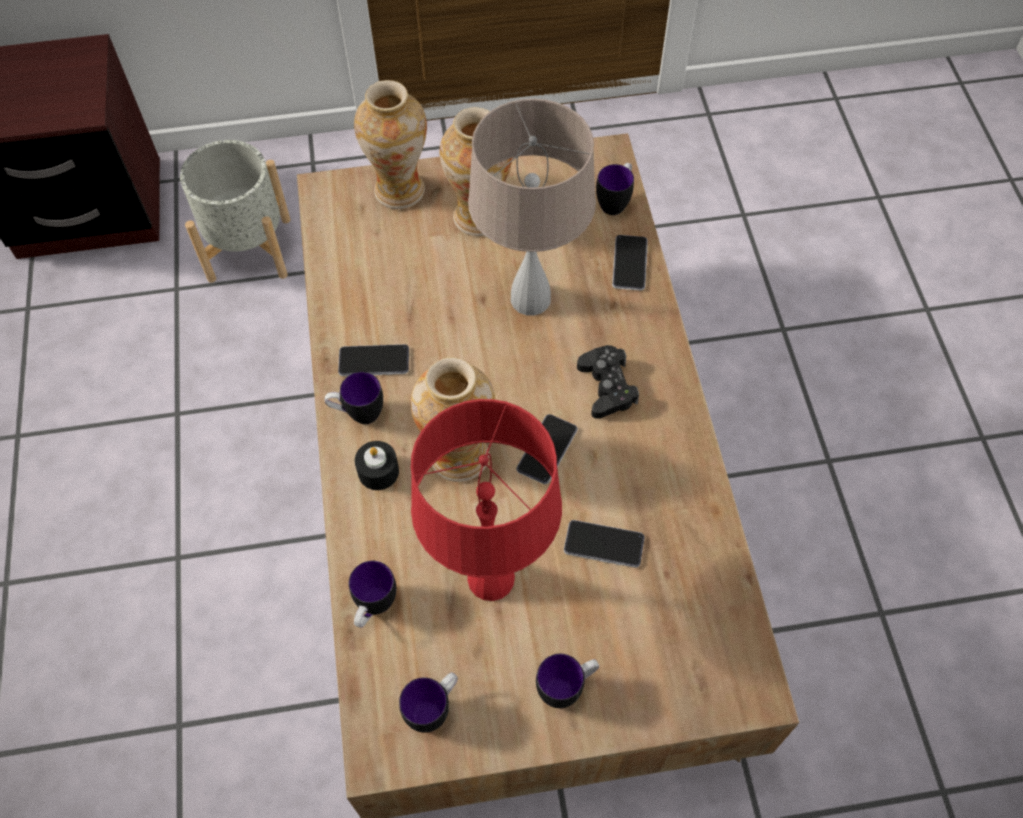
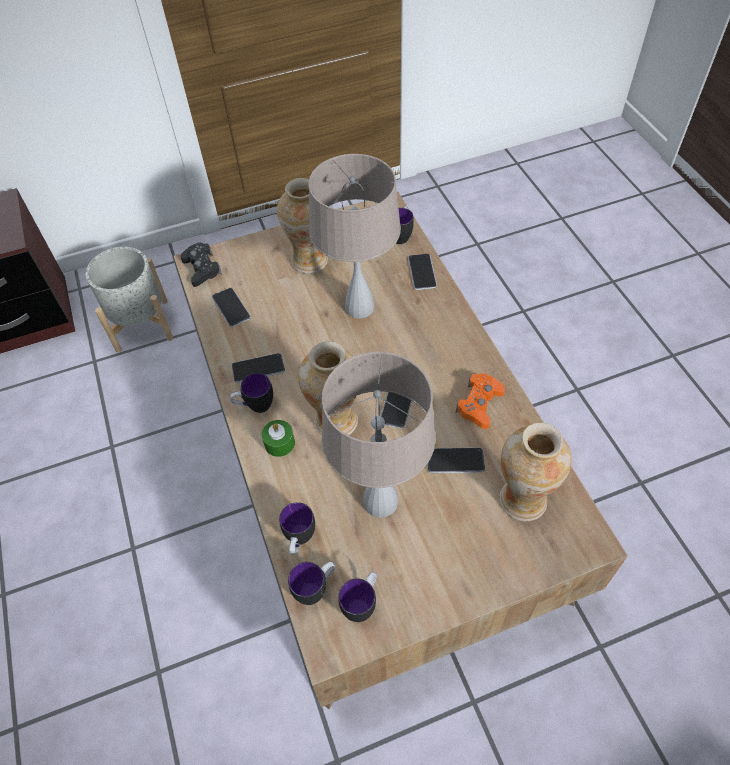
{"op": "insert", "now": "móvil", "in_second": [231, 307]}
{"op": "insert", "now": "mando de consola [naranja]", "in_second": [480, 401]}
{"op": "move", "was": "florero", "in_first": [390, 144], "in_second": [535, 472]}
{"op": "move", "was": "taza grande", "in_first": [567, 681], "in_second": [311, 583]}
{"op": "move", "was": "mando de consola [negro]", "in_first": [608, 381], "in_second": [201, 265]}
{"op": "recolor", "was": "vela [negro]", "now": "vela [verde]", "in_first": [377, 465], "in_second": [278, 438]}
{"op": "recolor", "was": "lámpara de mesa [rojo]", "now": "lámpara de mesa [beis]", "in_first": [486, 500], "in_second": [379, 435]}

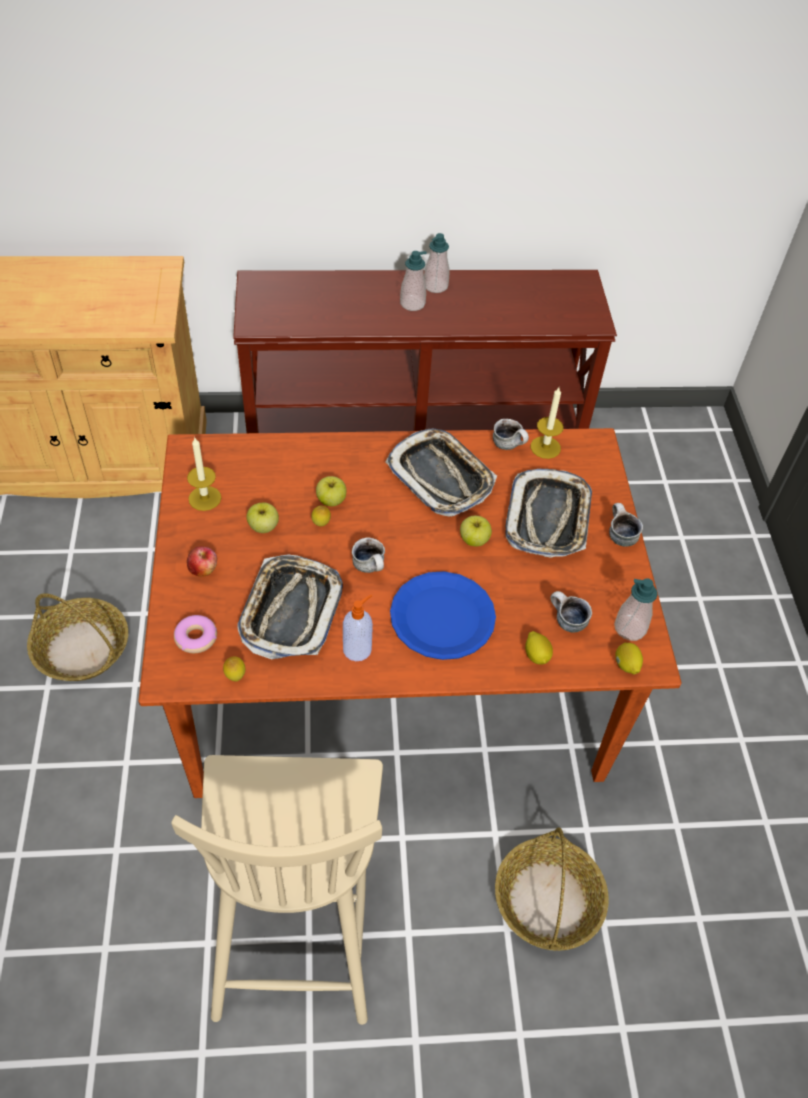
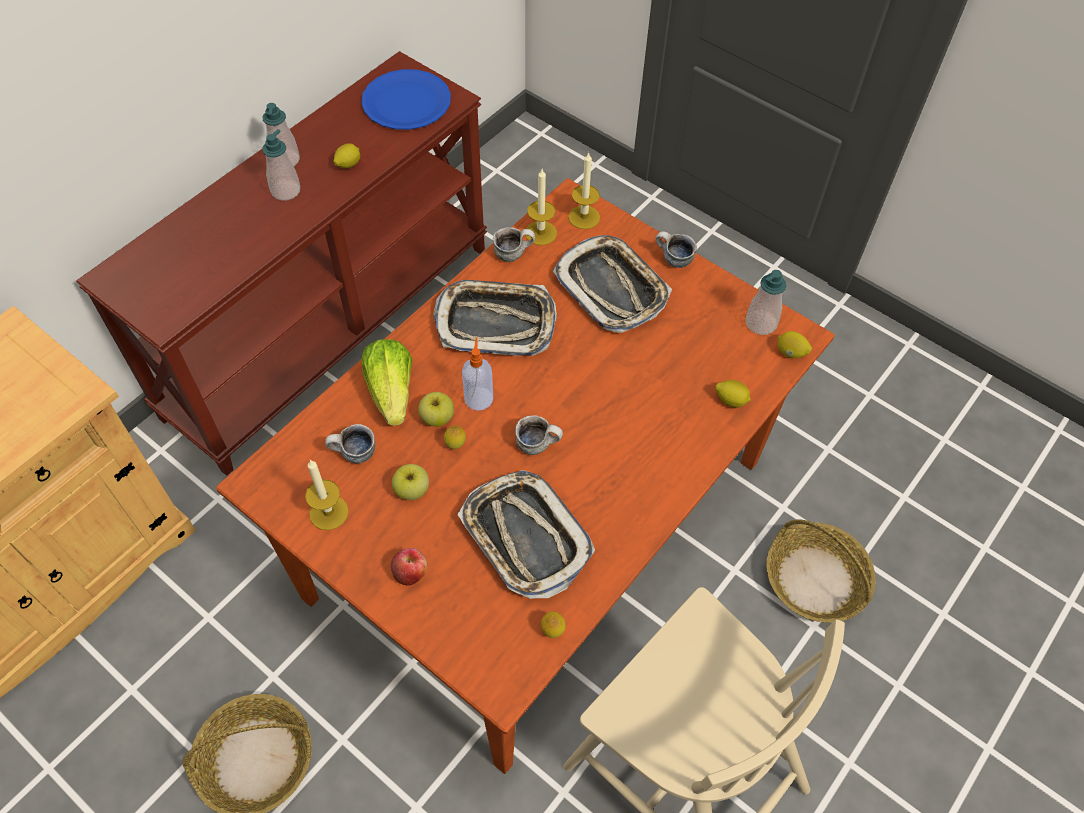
{"op": "delete", "was": "rosquilla", "in_first": [195, 634]}
{"op": "delete", "was": "manzana", "in_first": [476, 531]}
{"op": "insert", "now": "limón", "in_second": [346, 156]}
{"op": "insert", "now": "lechuga", "in_second": [386, 382]}
{"op": "insert", "now": "vela", "in_second": [584, 190]}
{"op": "move", "was": "dispensador de jabón", "in_first": [358, 628], "in_second": [477, 374]}
{"op": "move", "was": "plato [azul]", "in_first": [443, 615], "in_second": [406, 99]}
{"op": "move", "was": "taza grande", "in_first": [571, 612], "in_second": [350, 444]}

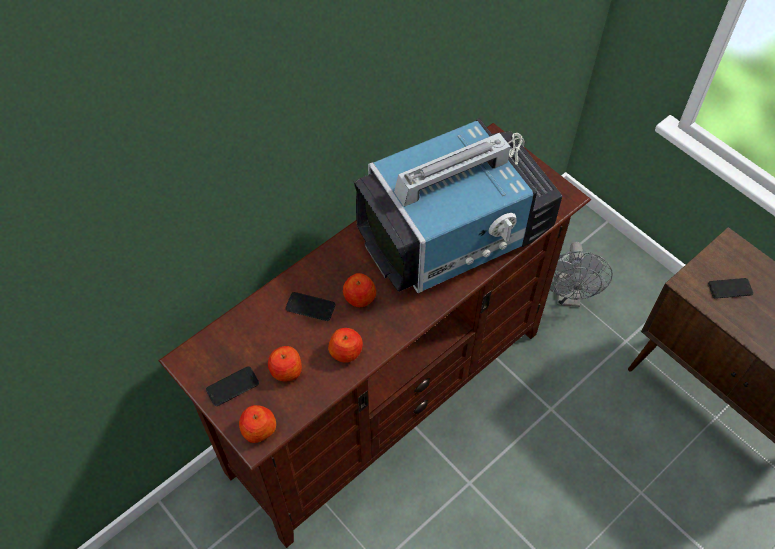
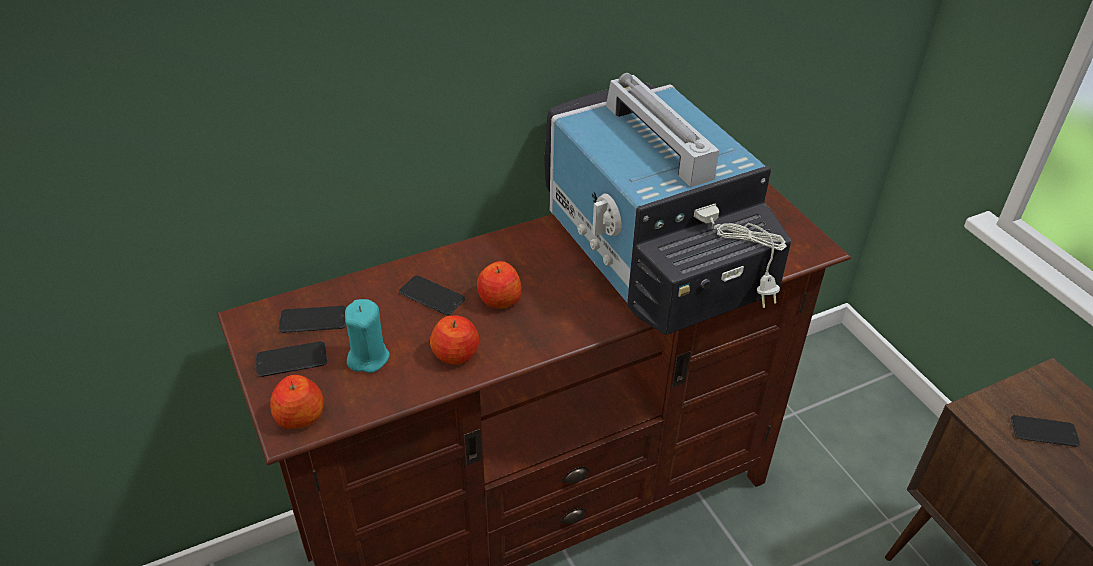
{"op": "delete", "was": "ventilador [gris]", "in_first": [581, 274]}
{"op": "insert", "now": "móvil", "in_second": [312, 319]}
{"op": "replace", "was": "manzana", "now": "vela [turquesa]", "in_first": [285, 363], "in_second": [367, 336]}
{"op": "rotate", "was": "televisor", "in_first": [458, 205], "in_second": [667, 204], "clockwise": 75}

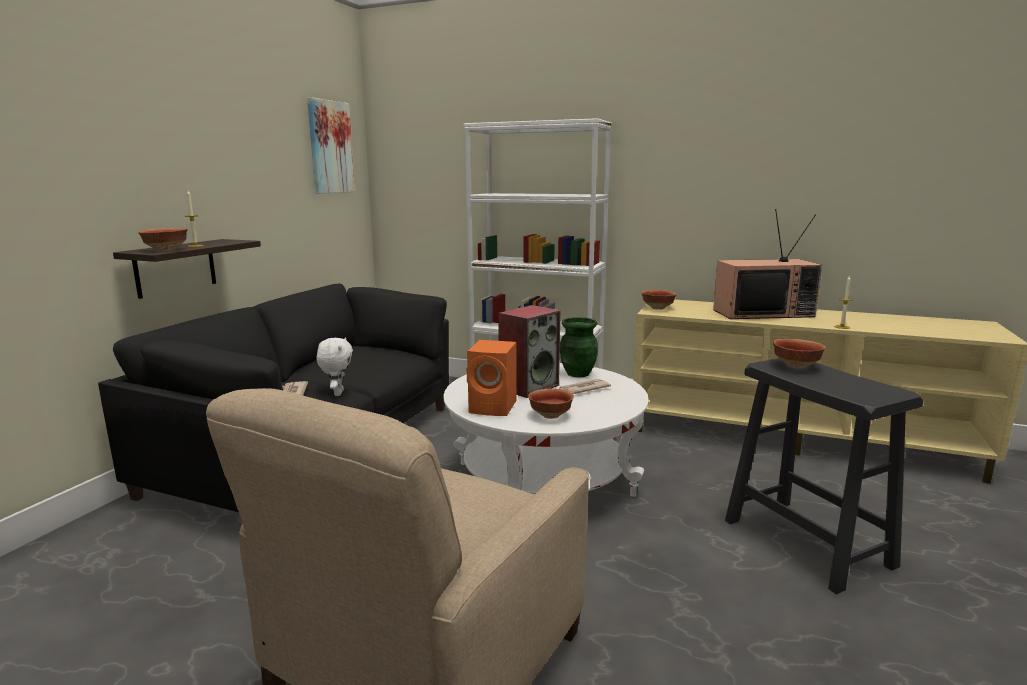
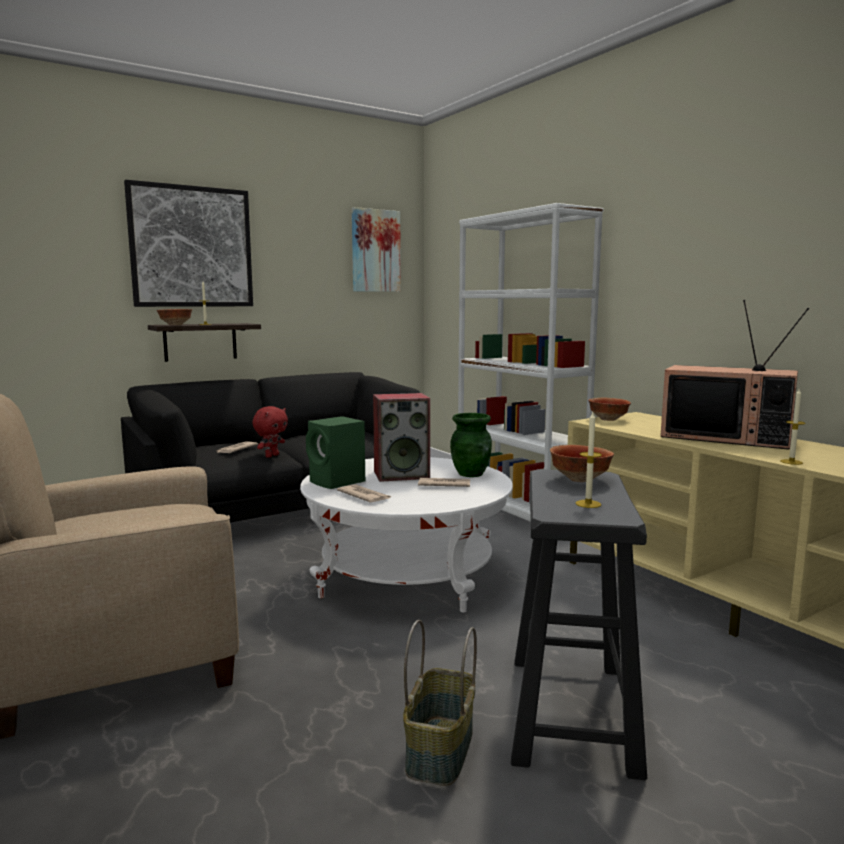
{"op": "insert", "now": "cuadro", "in_second": [188, 243]}
{"op": "insert", "now": "cesta", "in_second": [440, 703]}
{"op": "insert", "now": "vela", "in_second": [588, 460]}
{"op": "replace", "was": "cuenco", "now": "periódico", "in_first": [551, 403], "in_second": [364, 493]}
{"op": "recolor", "was": "peluche [blanco]", "now": "peluche [rojo]", "in_first": [334, 366], "in_second": [270, 432]}
{"op": "recolor", "was": "altavoz [naranja]", "now": "altavoz [verde]", "in_first": [492, 378], "in_second": [335, 452]}

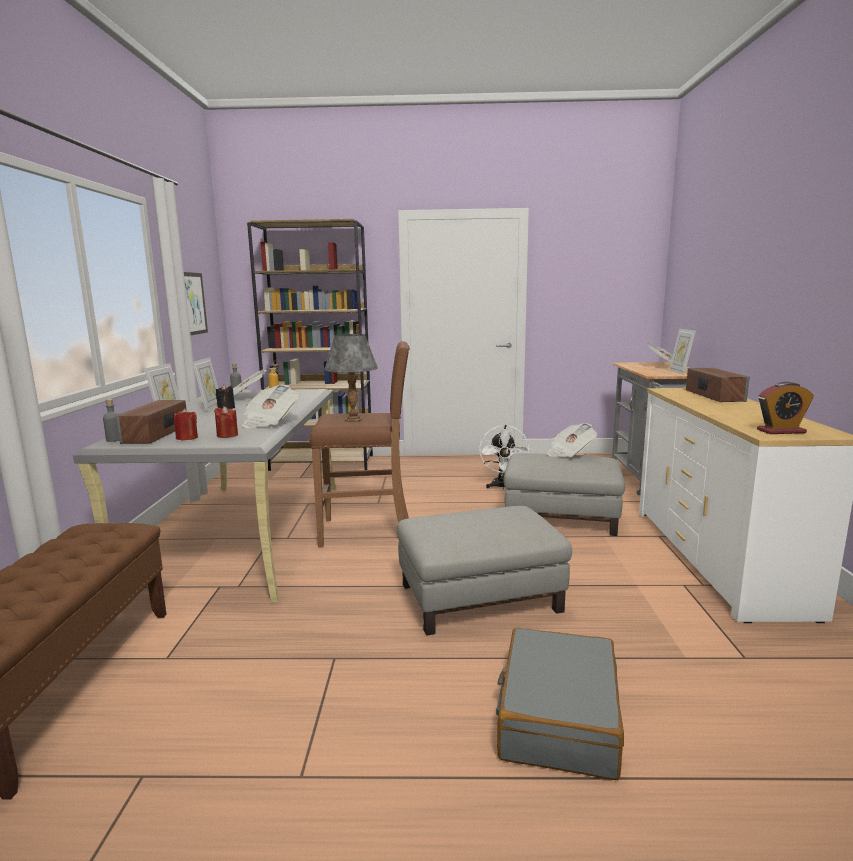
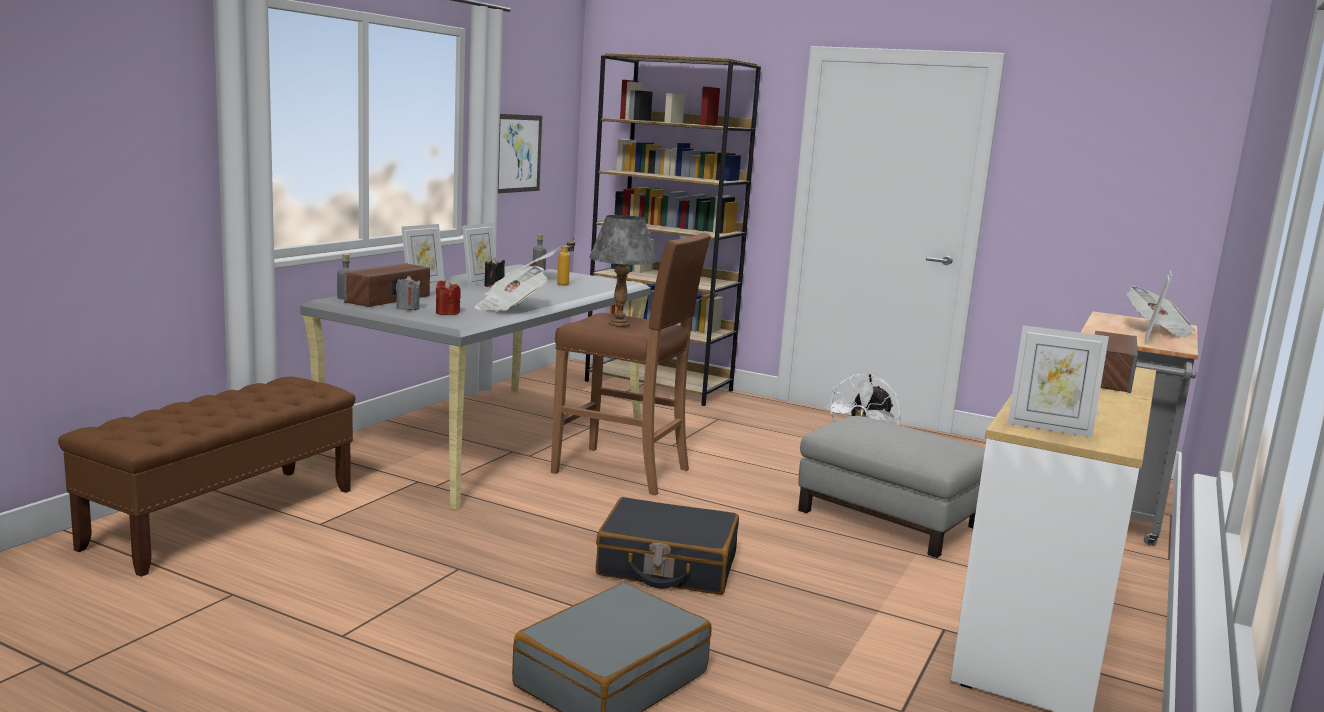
{"op": "delete", "was": "periódico", "in_first": [571, 440]}
{"op": "replace", "was": "puf [gris]", "now": "maleta [negro]", "in_first": [484, 571], "in_second": [667, 546]}
{"op": "replace", "was": "despertador", "now": "portarretratos", "in_first": [785, 408], "in_second": [1058, 381]}
{"op": "recolor", "was": "vela [rojo]", "now": "vela [gris]", "in_first": [186, 424], "in_second": [408, 292]}

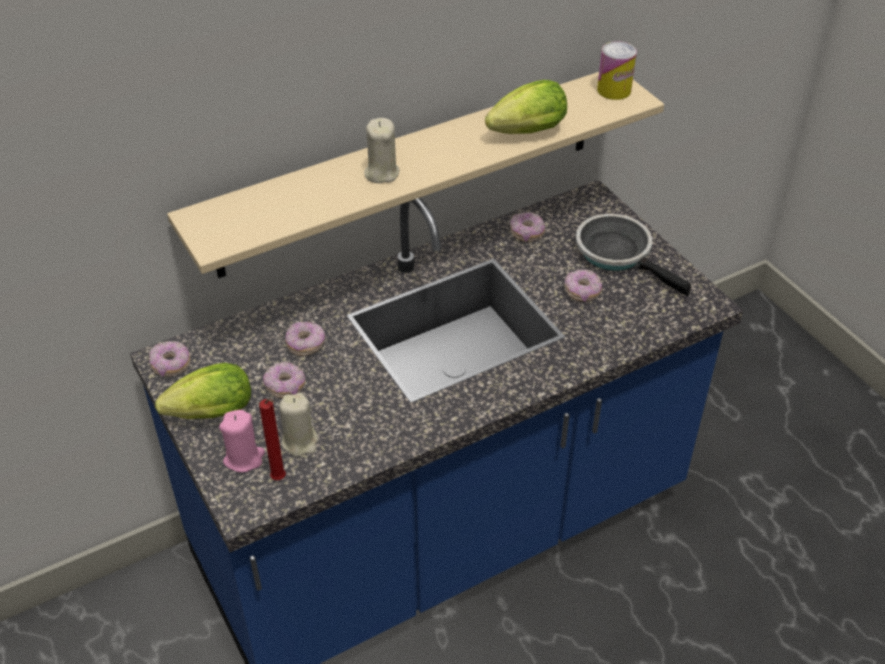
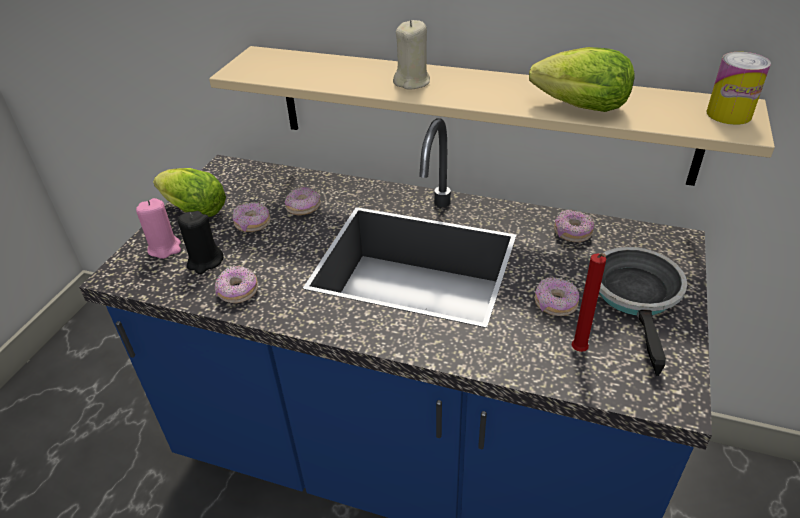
{"op": "move", "was": "rosquilla", "in_first": [170, 359], "in_second": [236, 284]}
{"op": "move", "was": "vela [rojo]", "in_first": [272, 439], "in_second": [589, 302]}
{"op": "recolor", "was": "vela [beis]", "now": "vela [negro]", "in_first": [298, 425], "in_second": [201, 242]}

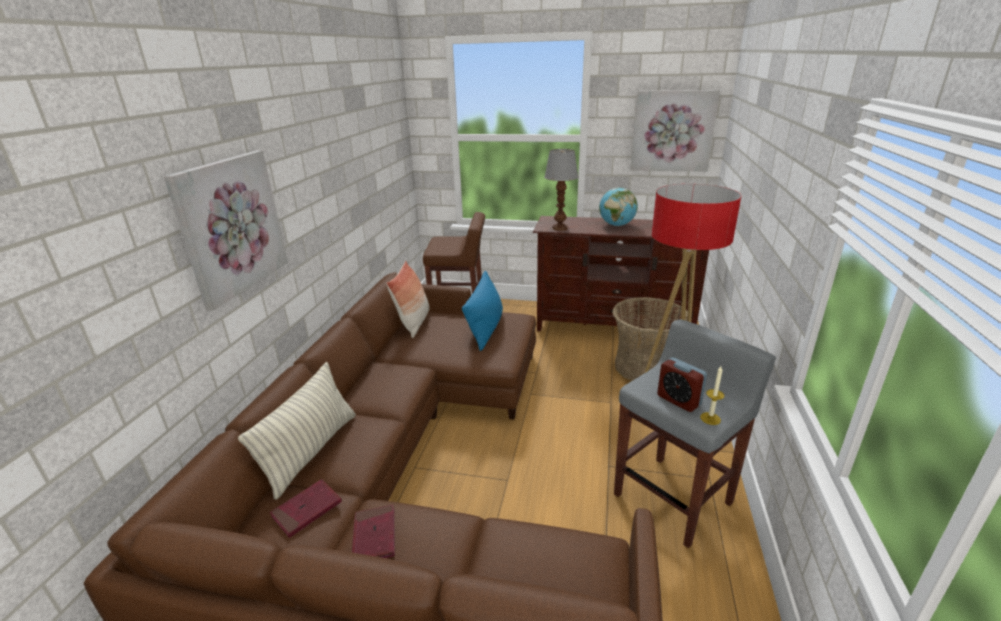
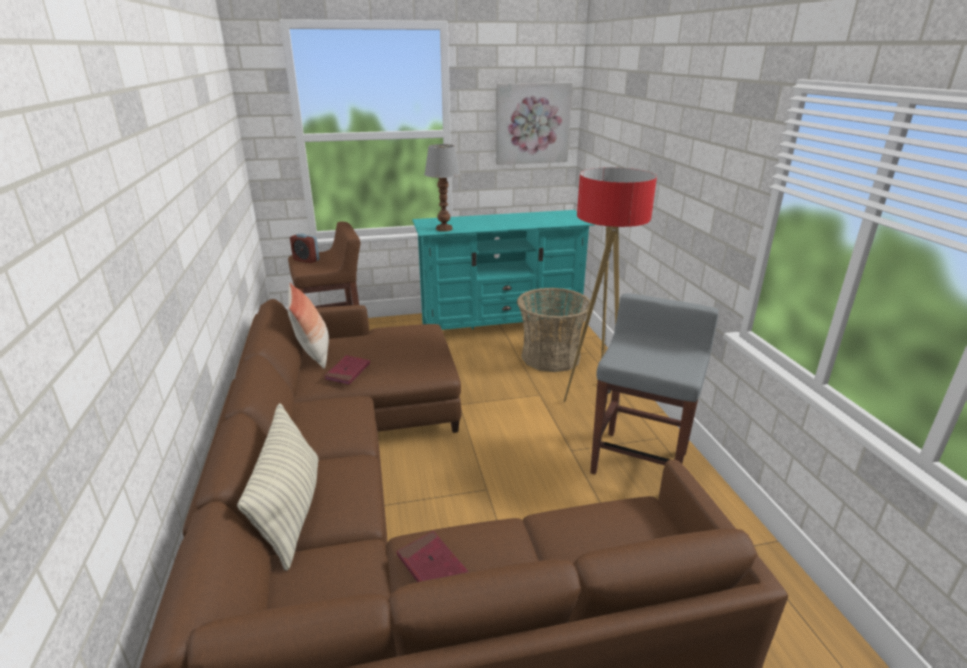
{"op": "delete", "was": "cuadro", "in_first": [226, 230]}
{"op": "delete", "was": "cojín [azul]", "in_first": [482, 311]}
{"op": "delete", "was": "globo terráqueo", "in_first": [618, 207]}
{"op": "delete", "was": "vela", "in_first": [712, 395]}
{"op": "move", "was": "libro [rojo]", "in_first": [306, 508], "in_second": [347, 370]}
{"op": "move", "was": "despertador", "in_first": [682, 385], "in_second": [304, 248]}
{"op": "recolor", "was": "mueble de televisión [marrón]", "now": "mueble de televisión [turquesa]", "in_first": [621, 273], "in_second": [503, 270]}

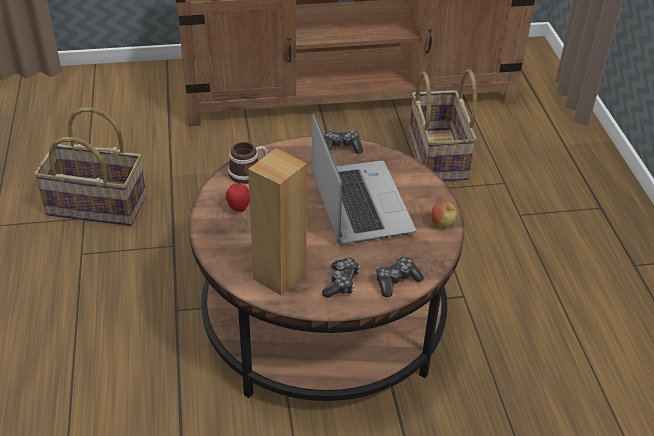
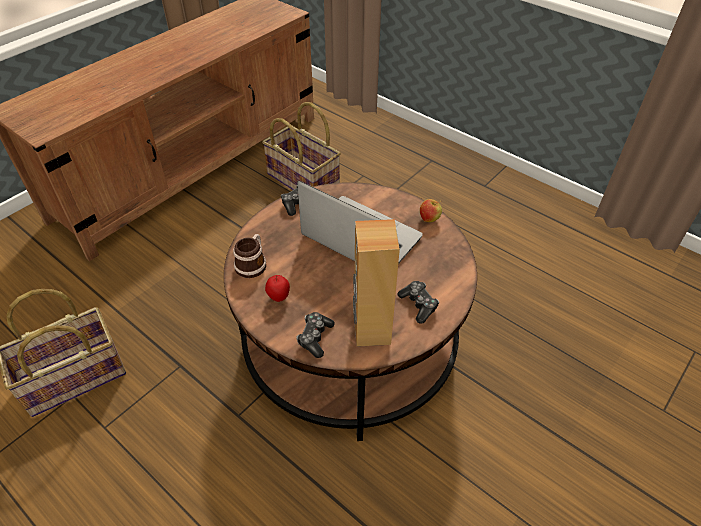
{"op": "move", "was": "mando de consola", "in_first": [400, 277], "in_second": [315, 335]}

